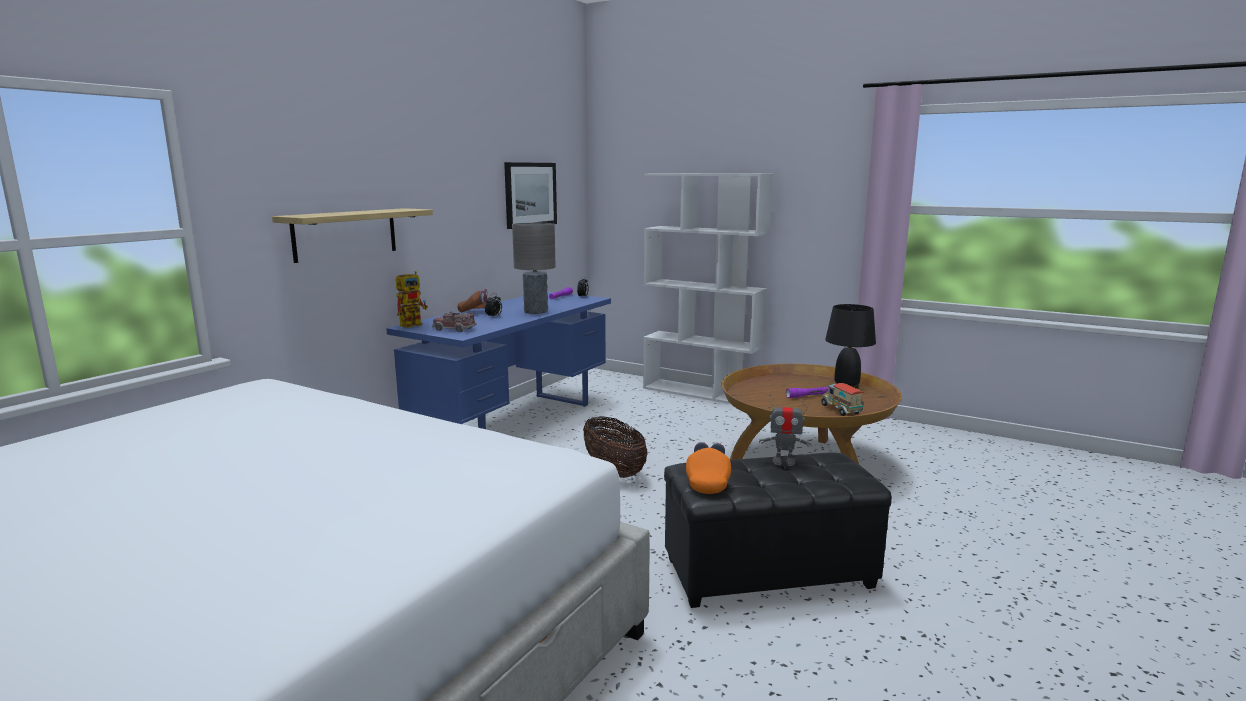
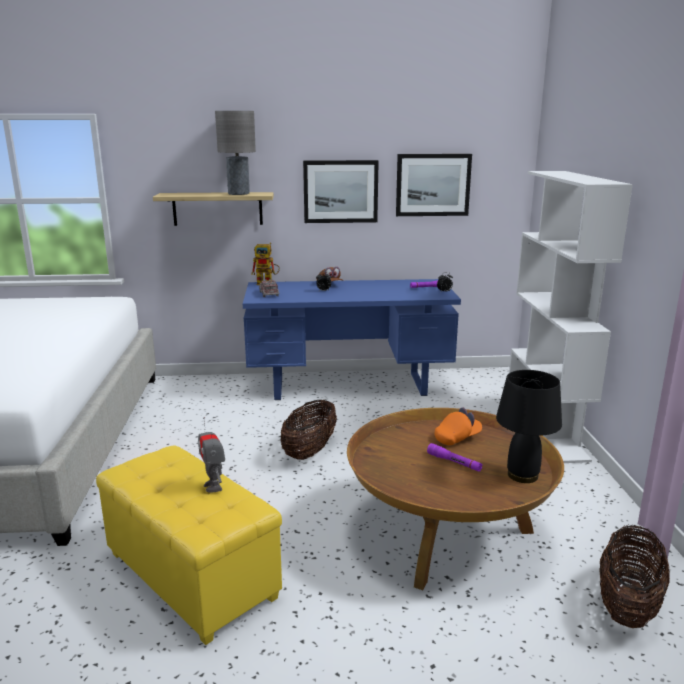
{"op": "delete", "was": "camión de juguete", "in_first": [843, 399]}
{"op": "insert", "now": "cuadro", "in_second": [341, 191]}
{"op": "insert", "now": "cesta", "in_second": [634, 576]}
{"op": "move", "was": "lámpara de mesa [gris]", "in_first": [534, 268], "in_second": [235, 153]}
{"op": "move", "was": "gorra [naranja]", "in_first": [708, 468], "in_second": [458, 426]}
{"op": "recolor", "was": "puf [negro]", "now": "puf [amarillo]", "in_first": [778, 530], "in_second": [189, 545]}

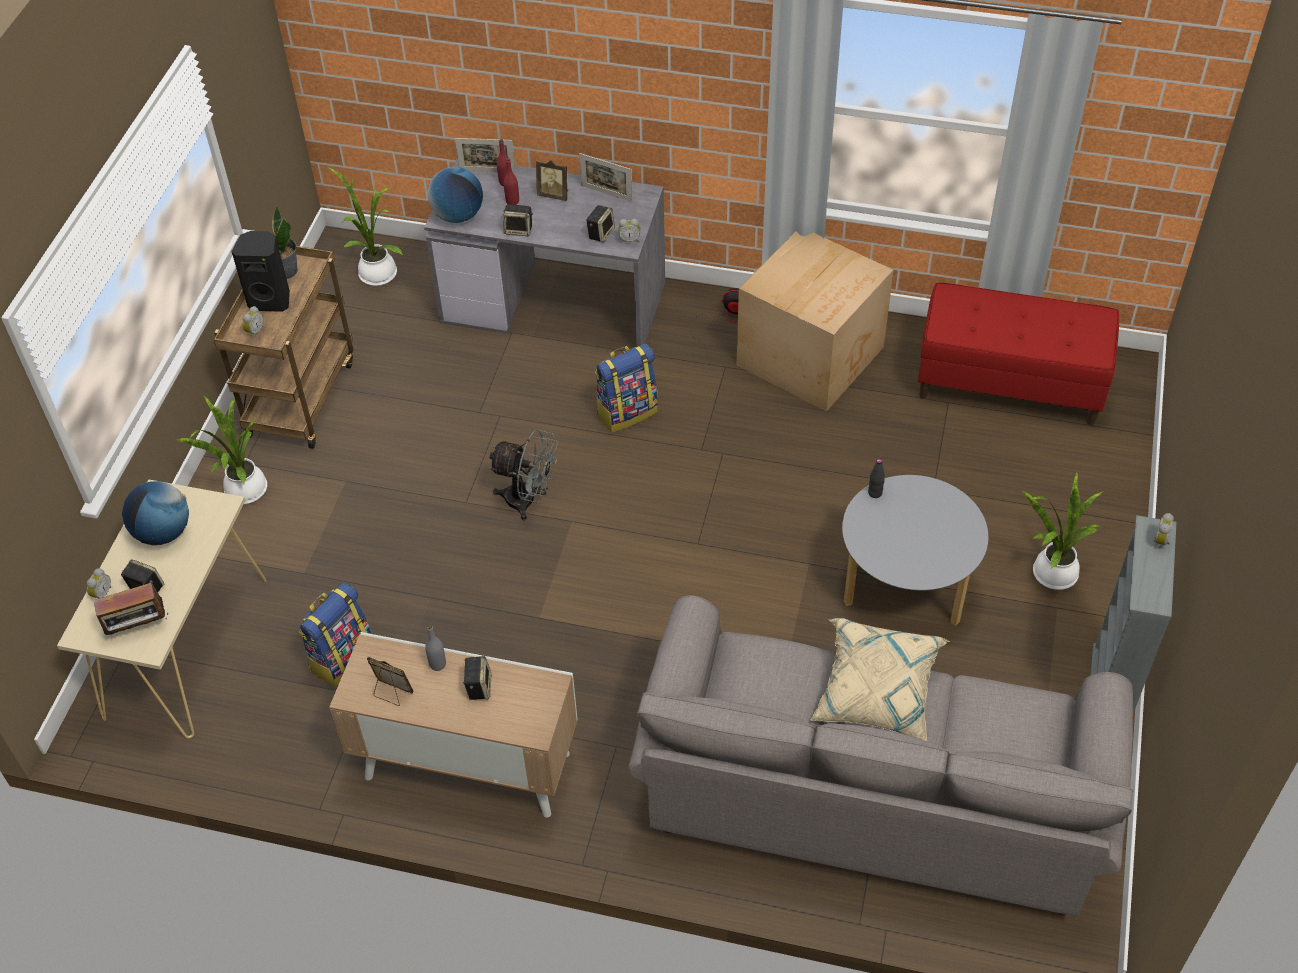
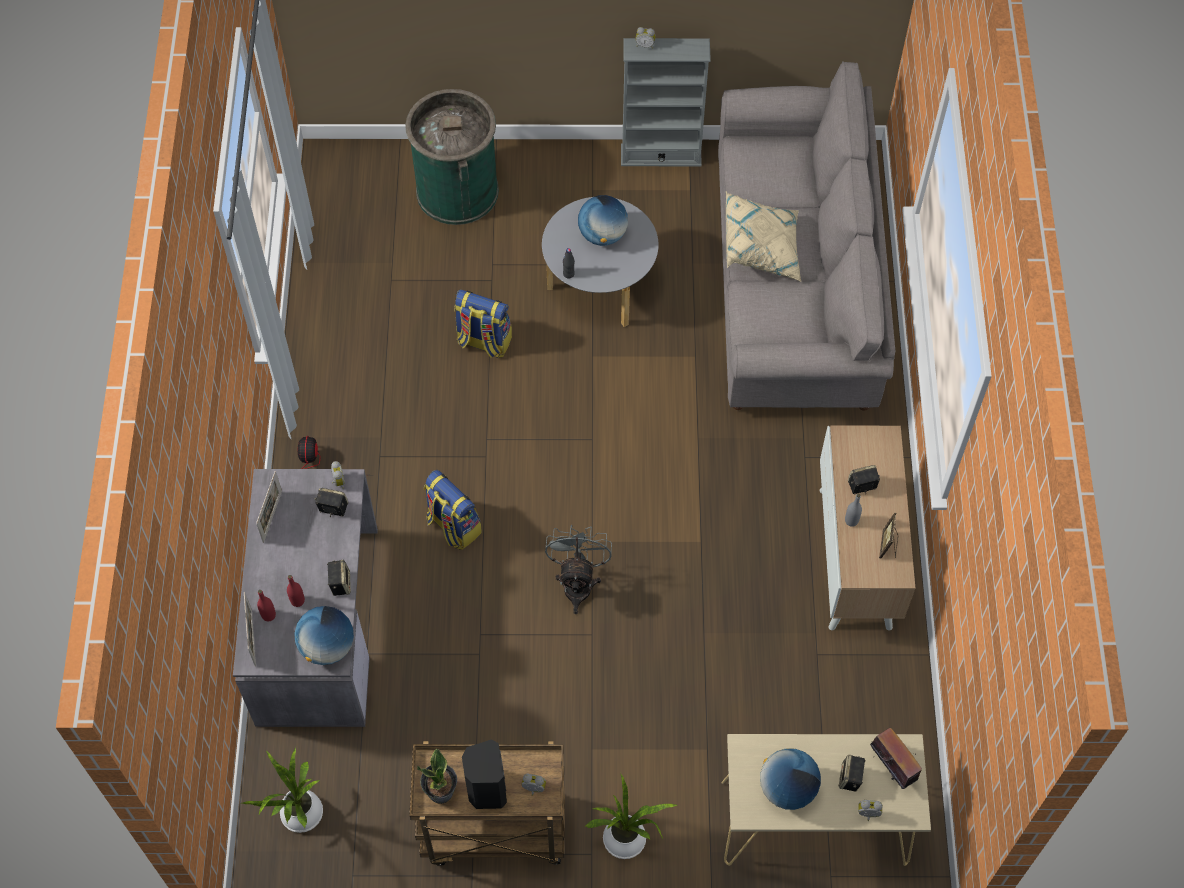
{"op": "delete", "was": "portarretratos", "in_first": [552, 180]}
{"op": "delete", "was": "caja de cartón", "in_first": [815, 321]}
{"op": "delete", "was": "banco [rojo]", "in_first": [1018, 353]}
{"op": "delete", "was": "planta en maceta", "in_first": [1062, 531]}
{"op": "insert", "now": "papelera [verde]", "in_second": [452, 157]}
{"op": "insert", "now": "globo terráqueo", "in_second": [603, 220]}
{"op": "move", "was": "mochila", "in_first": [335, 635], "in_second": [483, 323]}

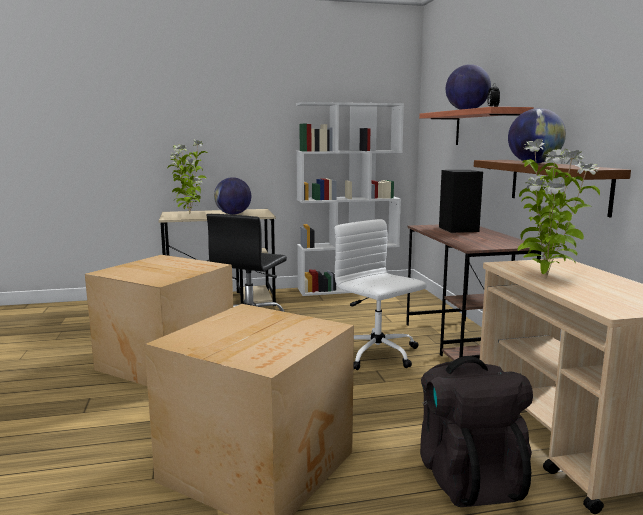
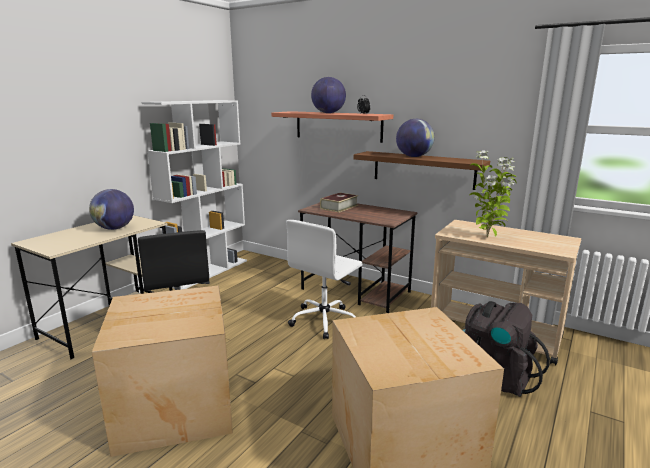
{"op": "delete", "was": "planta en maceta", "in_first": [187, 177]}
{"op": "replace", "was": "altavoz [negro]", "now": "libro", "in_first": [461, 201], "in_second": [339, 203]}
{"op": "rotate", "was": "silla de oficina [blanco]", "in_first": [381, 294], "in_second": [324, 279], "clockwise": -60}

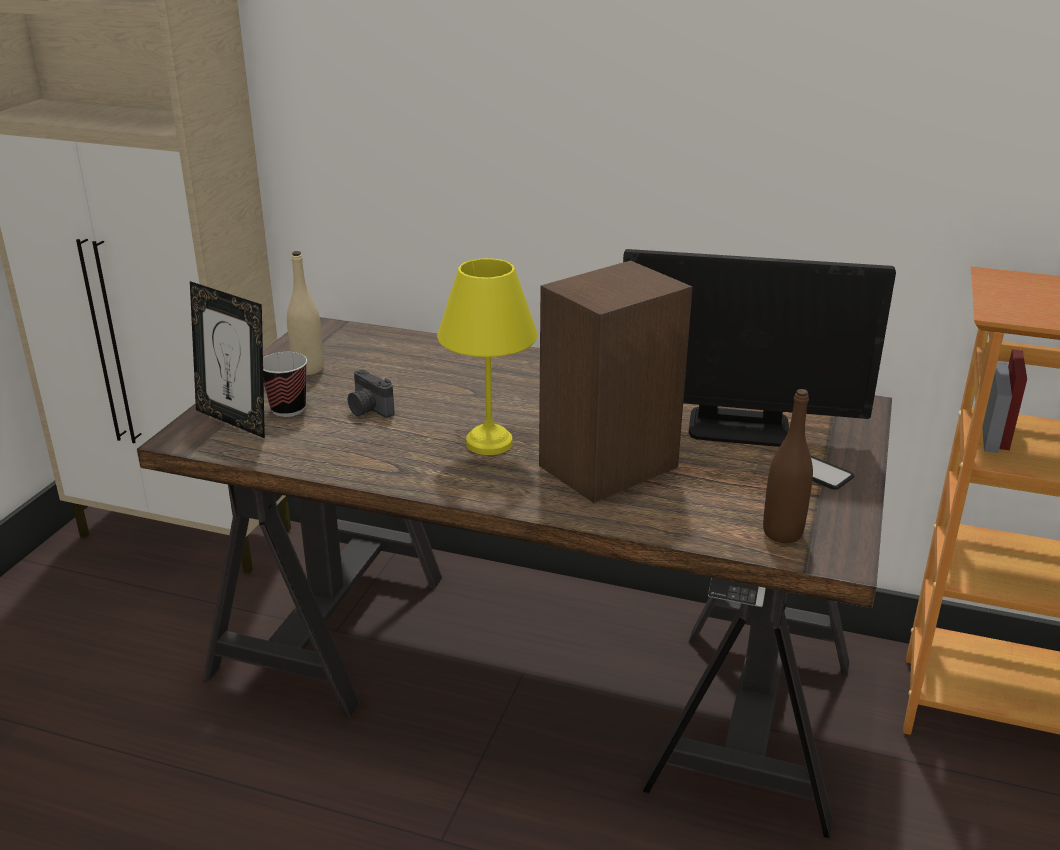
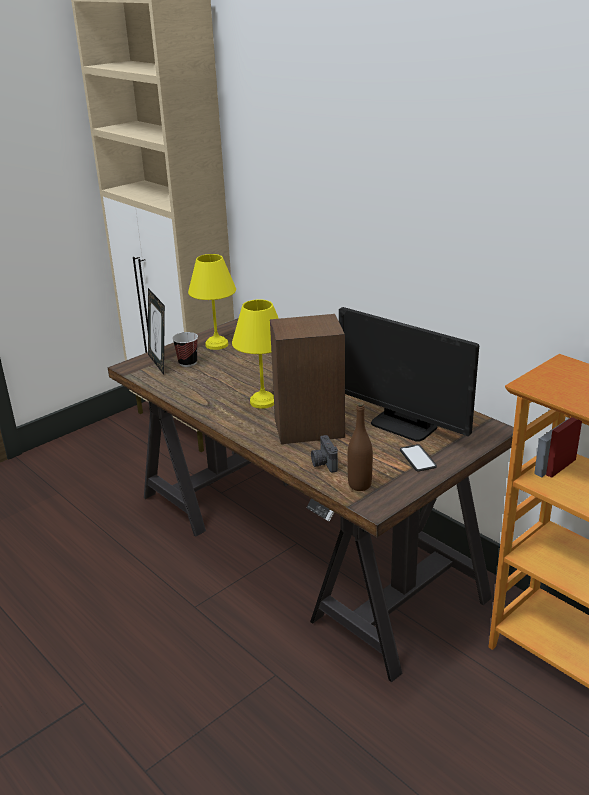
{"op": "move", "was": "cámara", "in_first": [371, 393], "in_second": [324, 454]}
{"op": "replace", "was": "botella [beis]", "now": "lámpara de mesa [amarillo]", "in_first": [305, 313], "in_second": [212, 302]}

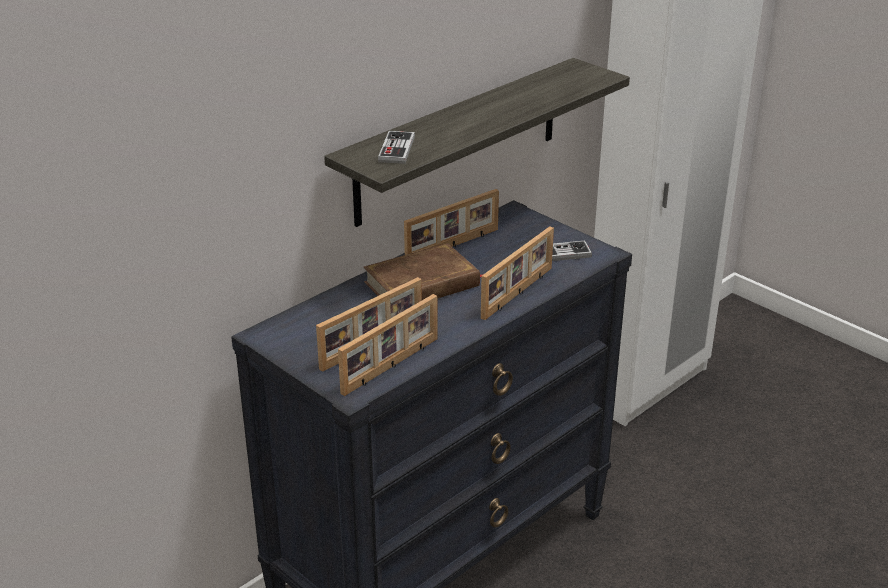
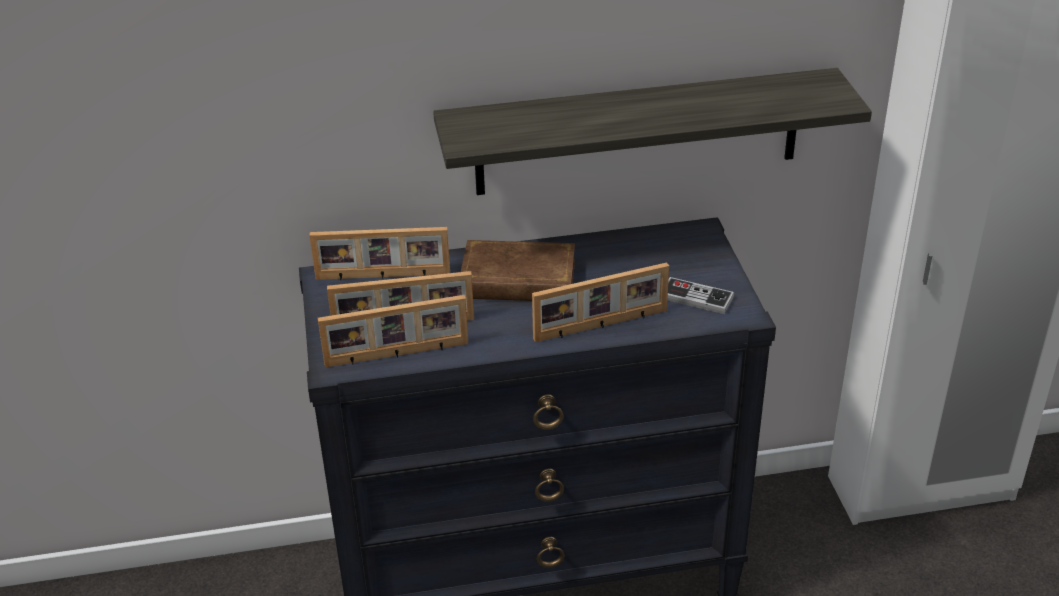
{"op": "delete", "was": "mando de consola", "in_first": [396, 147]}
{"op": "move", "was": "portarretratos", "in_first": [451, 222], "in_second": [379, 253]}

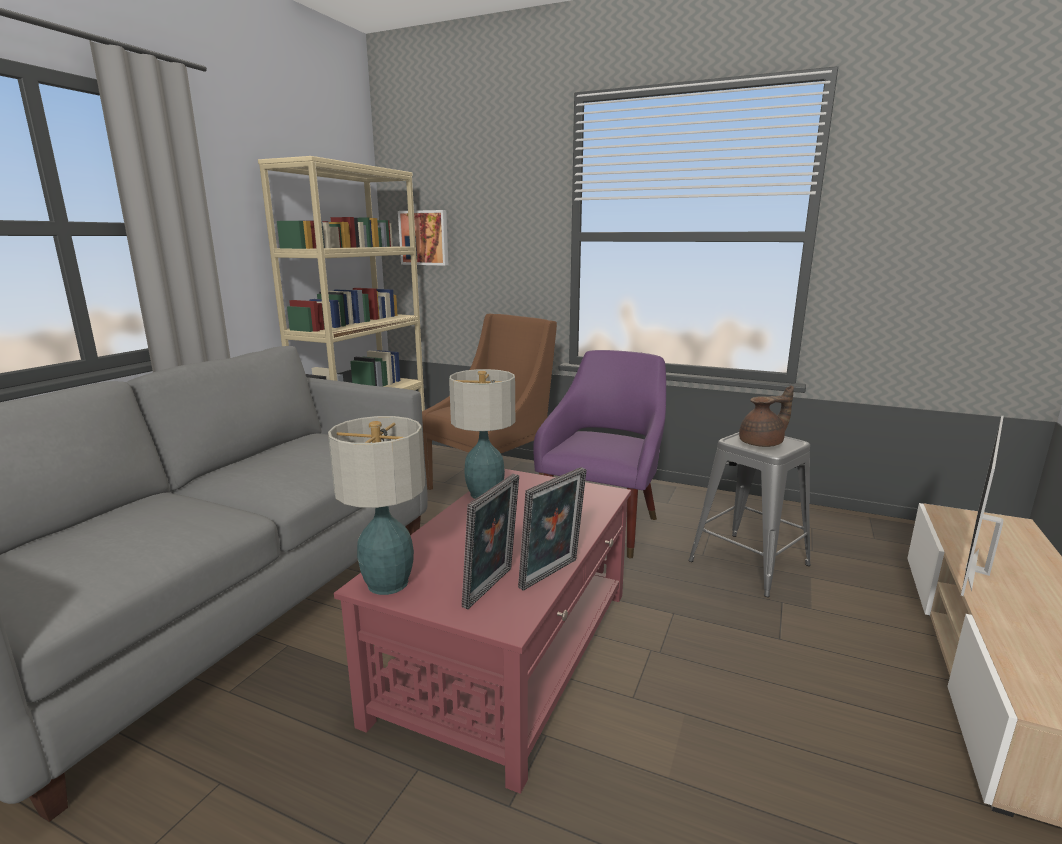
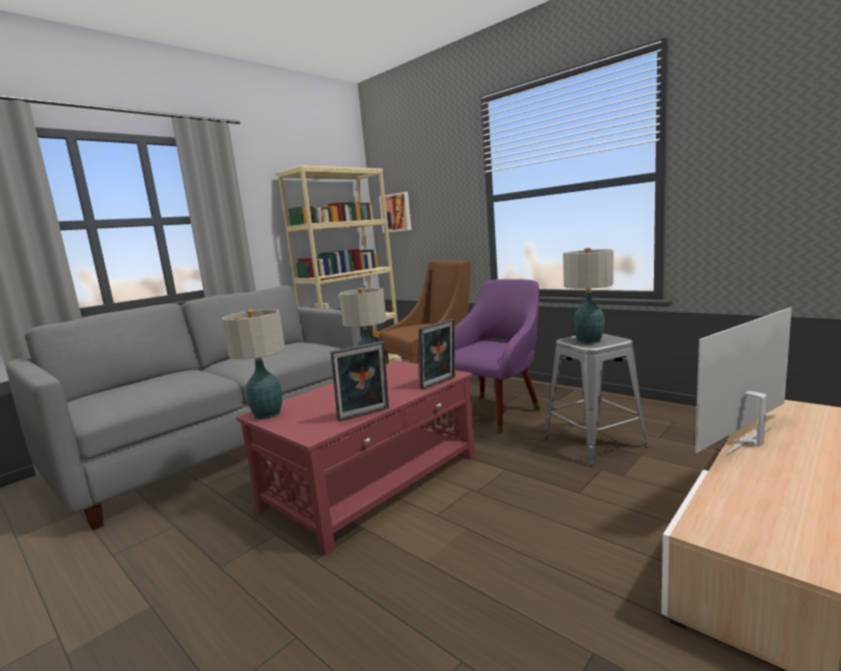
{"op": "move", "was": "portarretratos", "in_first": [490, 541], "in_second": [436, 354]}
{"op": "replace", "was": "tetera [marrón]", "now": "lámpara de mesa", "in_first": [766, 416], "in_second": [588, 296]}

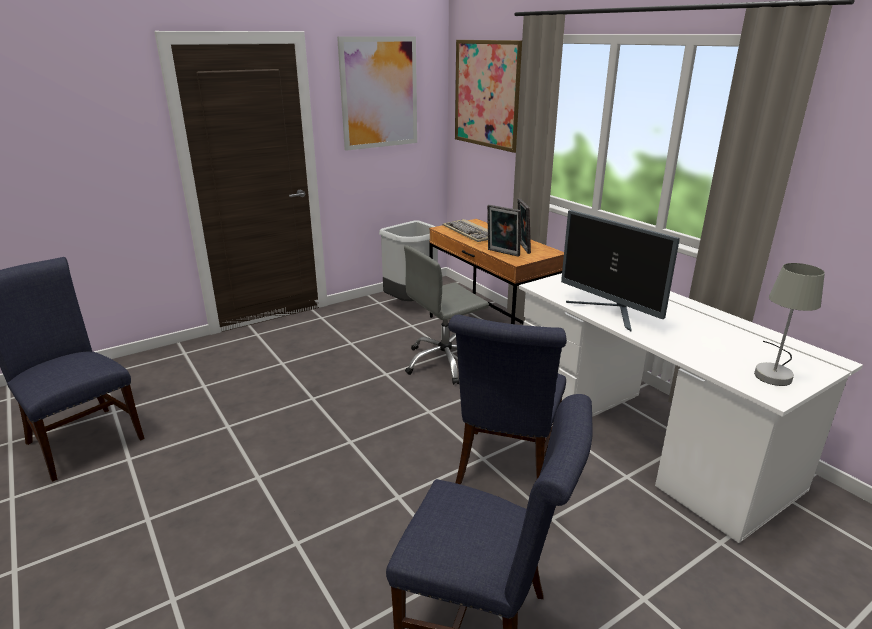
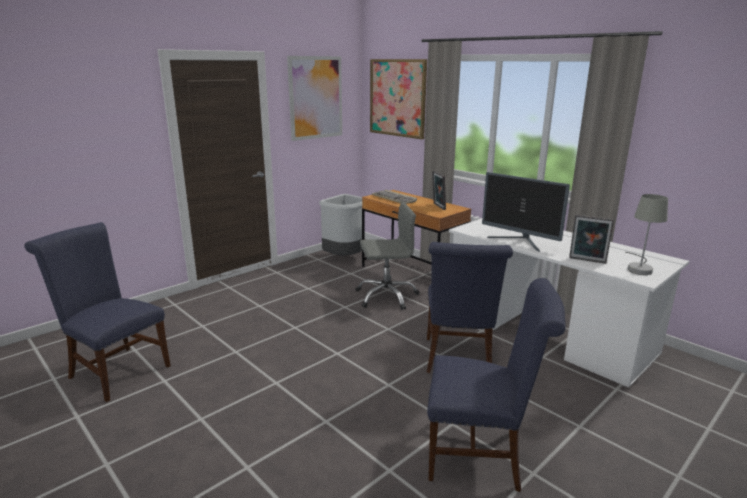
{"op": "move", "was": "portarretratos", "in_first": [504, 231], "in_second": [591, 239]}
{"op": "rotate", "was": "silla de oficina [gris]", "in_first": [446, 315], "in_second": [387, 256], "clockwise": -150}

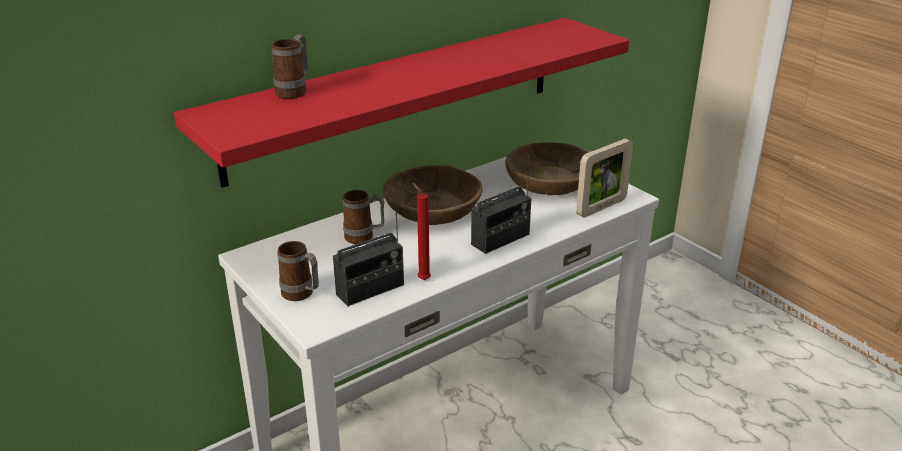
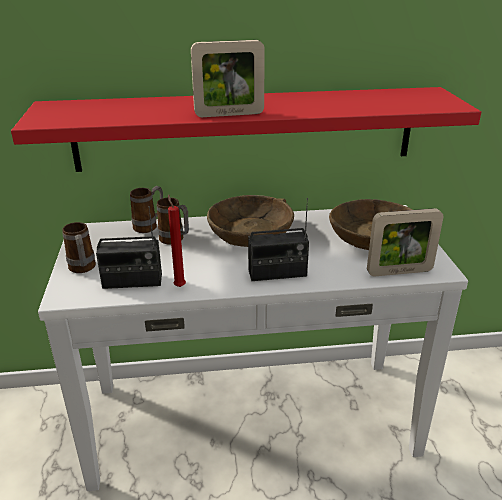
{"op": "insert", "now": "portarretratos", "in_second": [228, 78]}
{"op": "move", "was": "taza grande", "in_first": [290, 66], "in_second": [146, 209]}

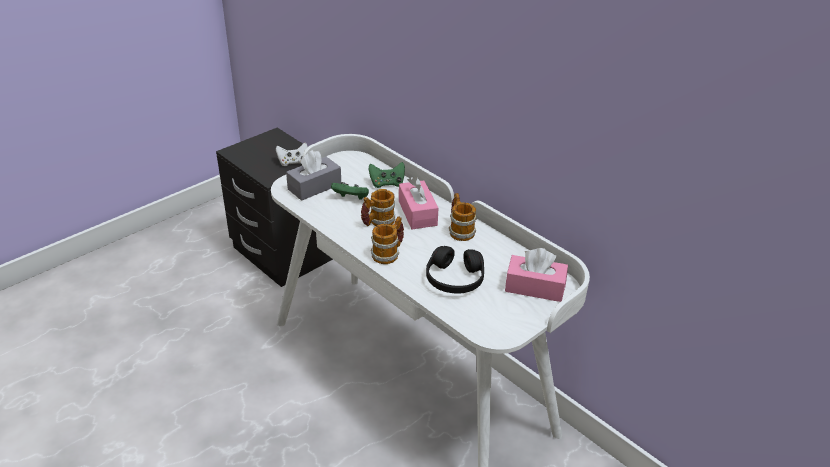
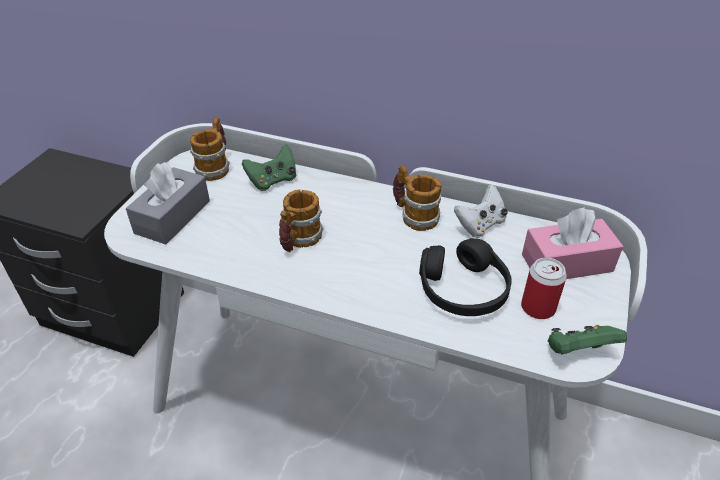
{"op": "delete", "was": "caja de pañuelos [rosa]", "in_first": [419, 203]}
{"op": "insert", "now": "lata", "in_second": [544, 288]}
{"op": "move", "was": "mando de consola [blanco]", "in_first": [292, 154], "in_second": [481, 211]}
{"op": "move", "was": "mando de consola [verde]", "in_first": [350, 191], "in_second": [587, 340]}
{"op": "move", "was": "taza grande", "in_first": [387, 240], "in_second": [210, 149]}

